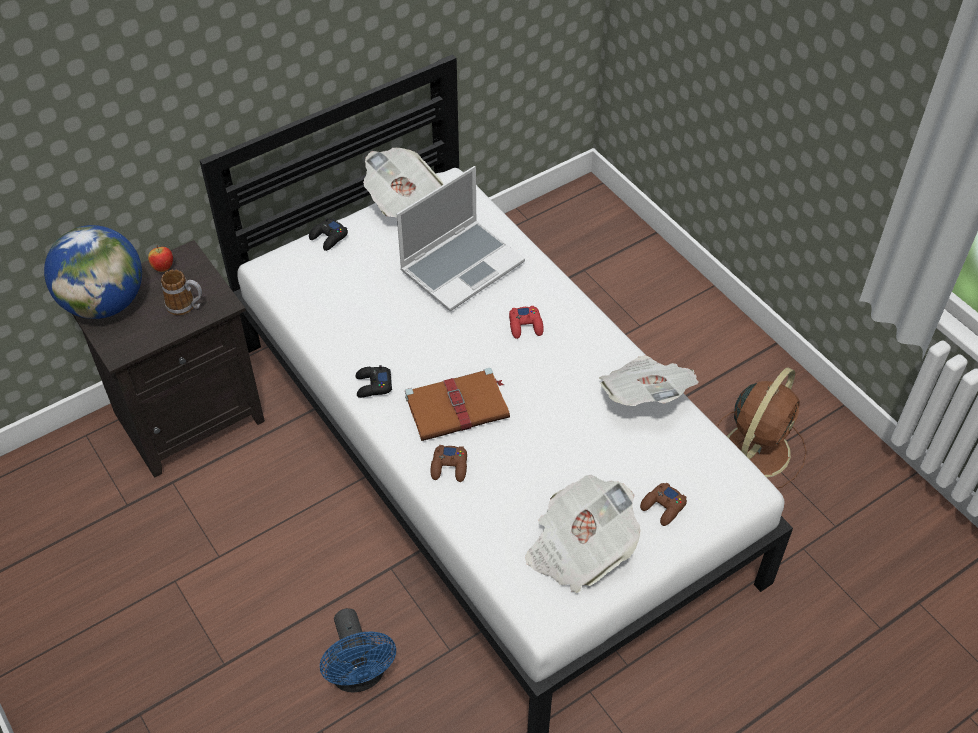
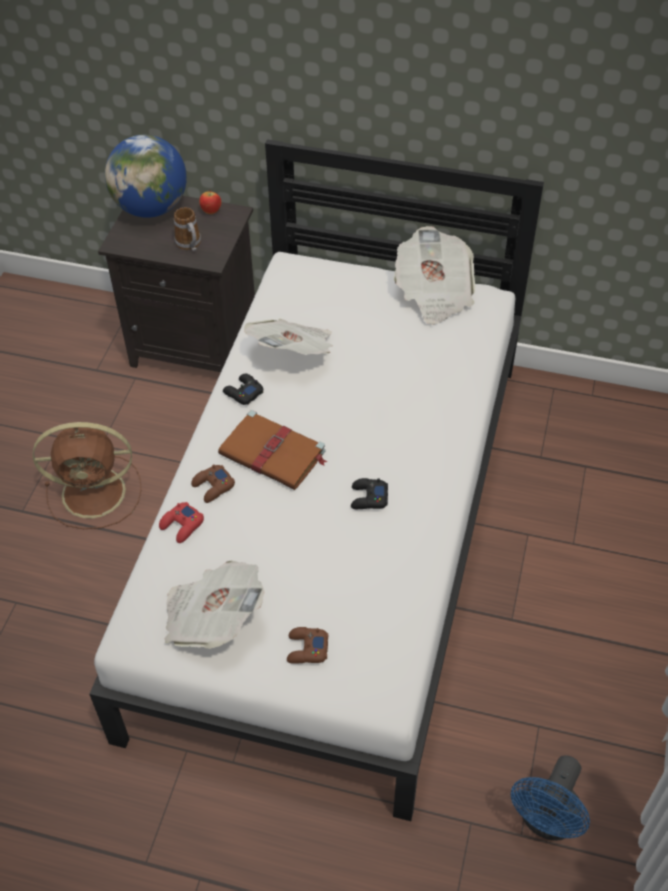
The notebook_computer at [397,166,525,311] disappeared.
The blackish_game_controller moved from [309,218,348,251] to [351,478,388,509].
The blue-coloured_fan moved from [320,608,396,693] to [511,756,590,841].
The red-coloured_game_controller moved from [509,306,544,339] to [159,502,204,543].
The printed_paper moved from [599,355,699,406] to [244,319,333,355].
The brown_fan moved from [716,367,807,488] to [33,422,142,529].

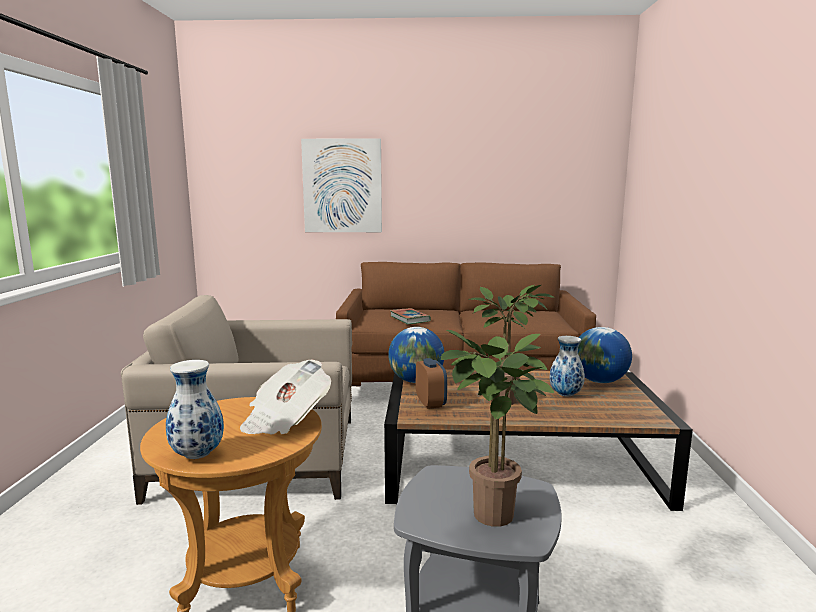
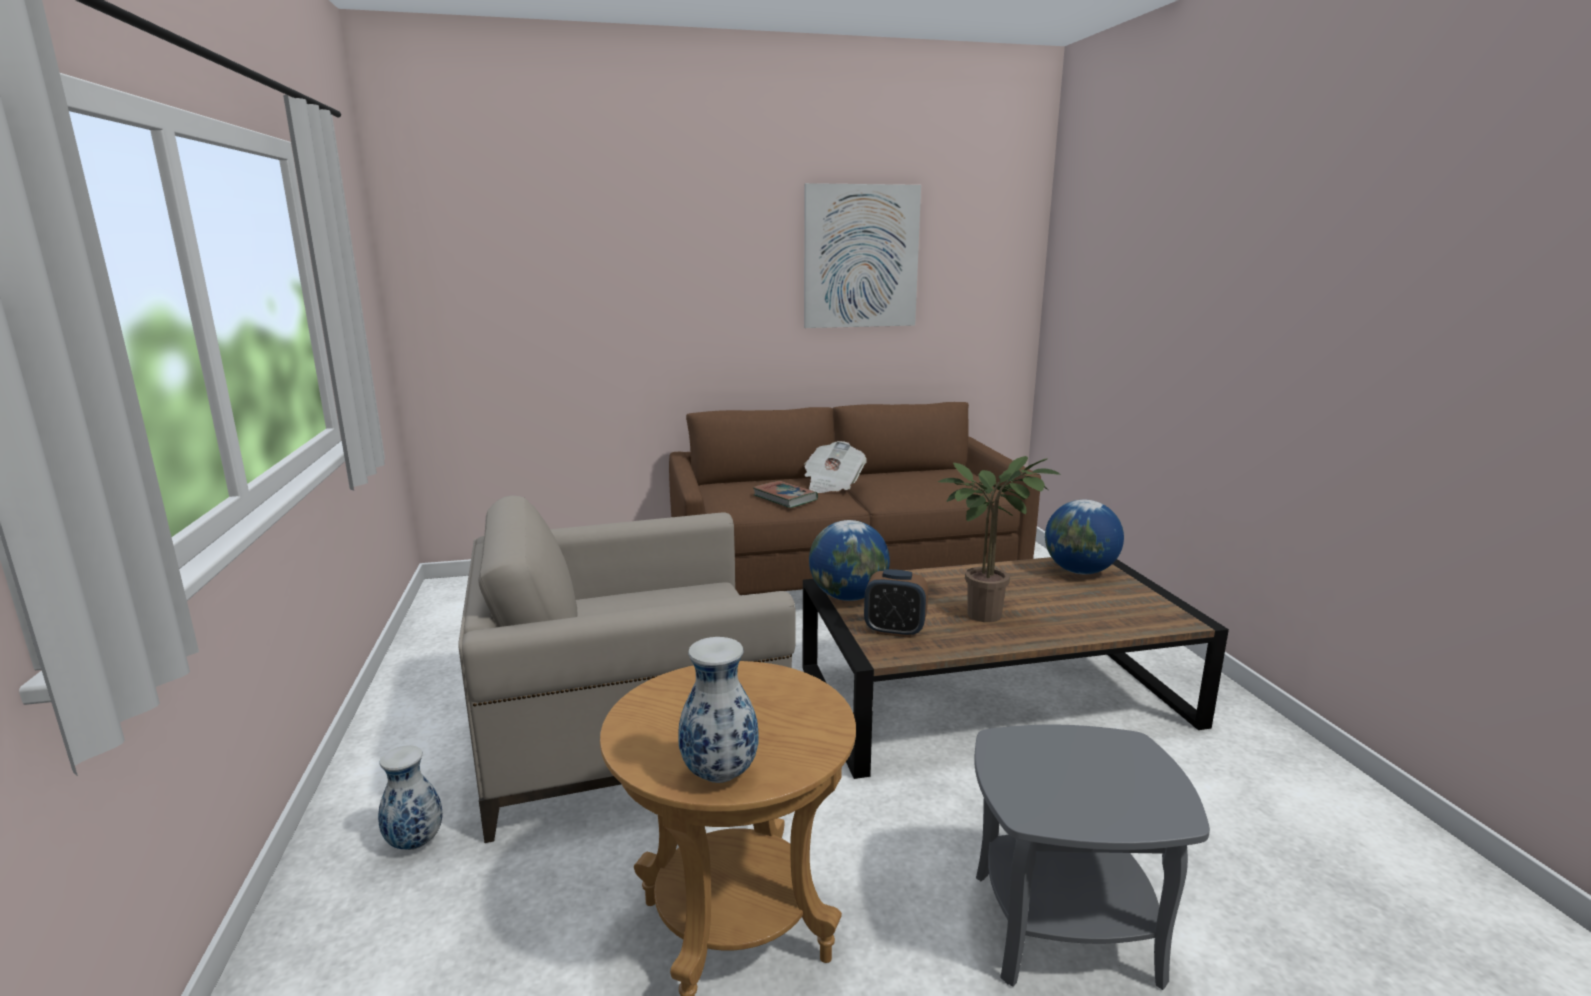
The potted_plant at [438,330,554,527] disappeared.
The printed_paper moved from [240,359,331,435] to [804,441,867,493].
The picture moved from [301,138,382,232] to [804,183,921,328].
The vase moved from [550,336,585,397] to [378,745,443,850].
The bedside_clock at [416,358,447,409] turned 135 degrees clockwise.

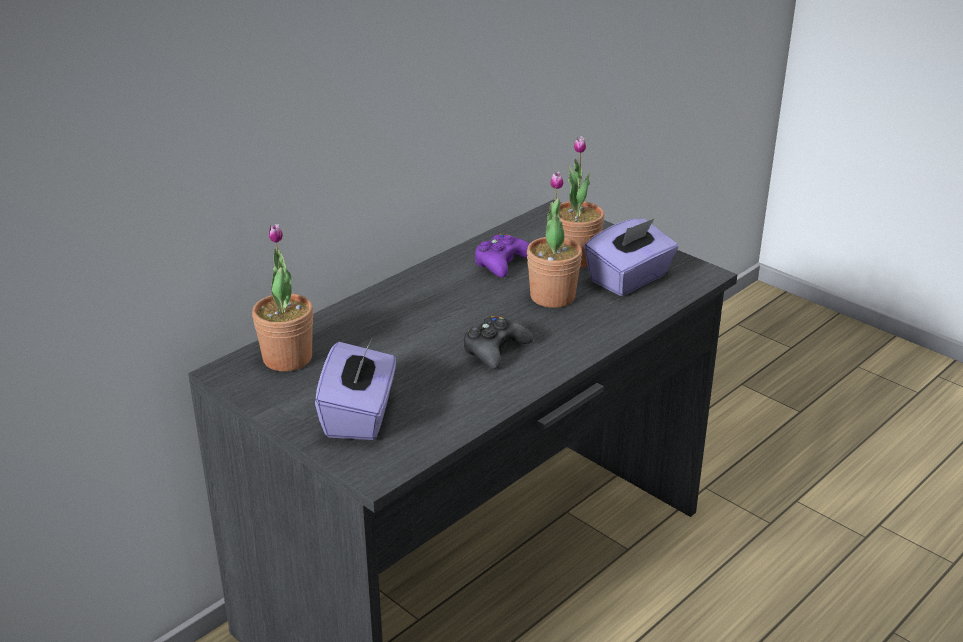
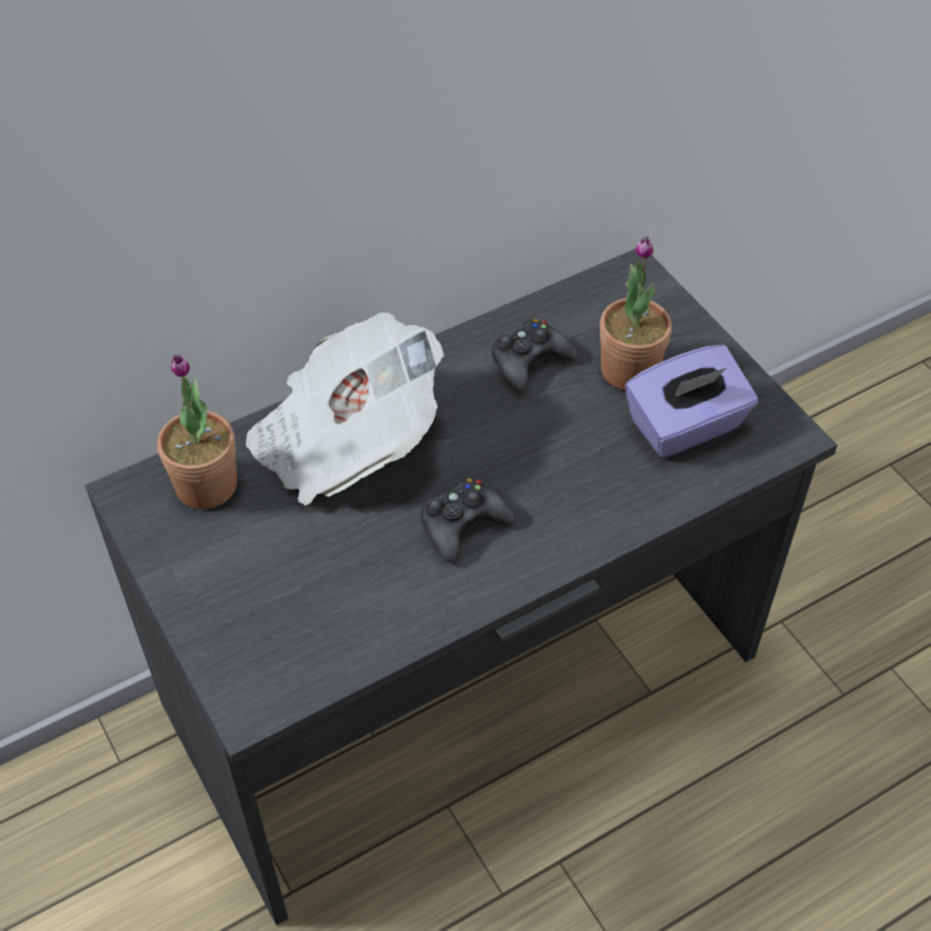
The purple_box_of_tissues at [315,339,396,440] disappeared.
The potted_plant at [527,171,582,308] disappeared.
The printed_paper at [246,312,444,506] appeared.
The purple_game_controller at [475,233,530,278] became the blackish_game_controller at [492,319,578,392].

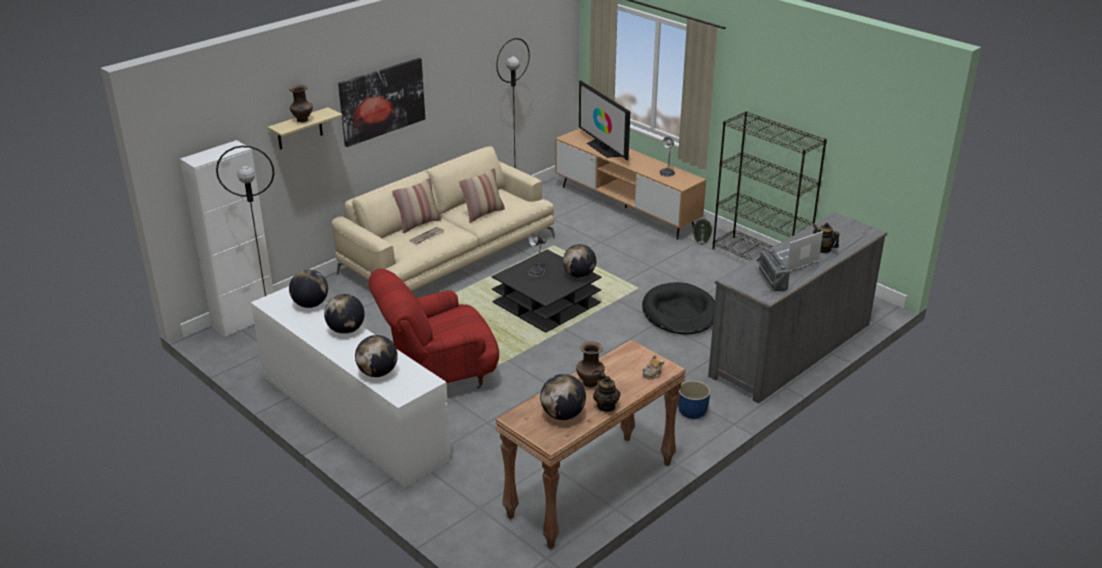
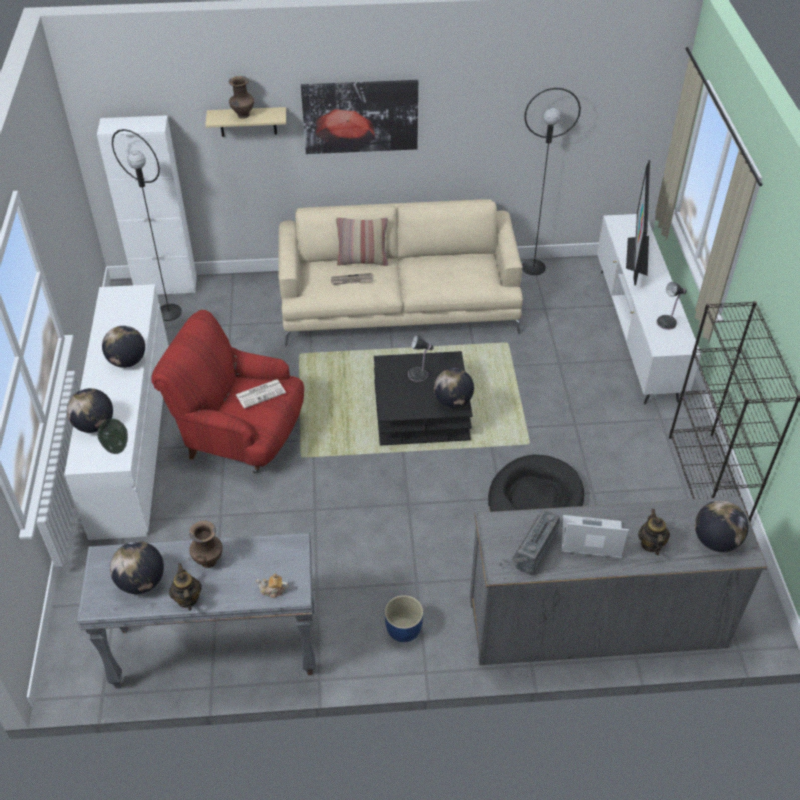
The pillow at [459,168,505,223] disappeared.
The printed_paper at [235,379,286,409] appeared.
The globe moved from [289,269,328,308] to [695,500,748,552].
The vase moved from [693,219,713,245] to [98,419,128,454].
The brown_console_table at [495,340,686,549] became the grey_console_table at [77,533,316,689].
The brown_media_console at [555,128,706,240] became the white_media_console at [597,214,701,404].
The pot_for_tea at [593,373,620,412] turned 135 degrees clockwise.

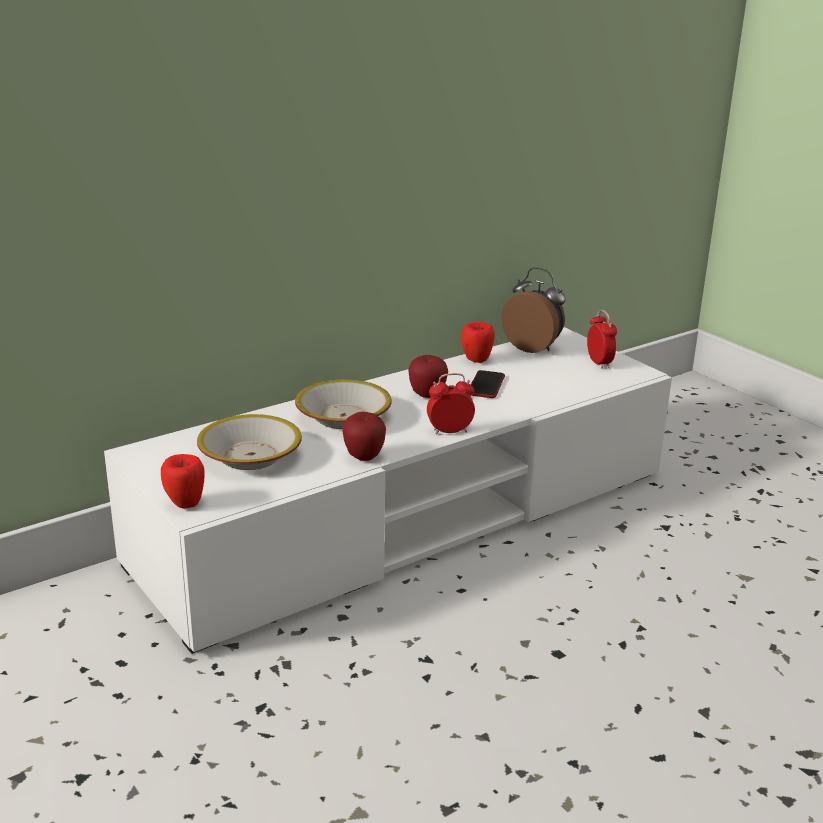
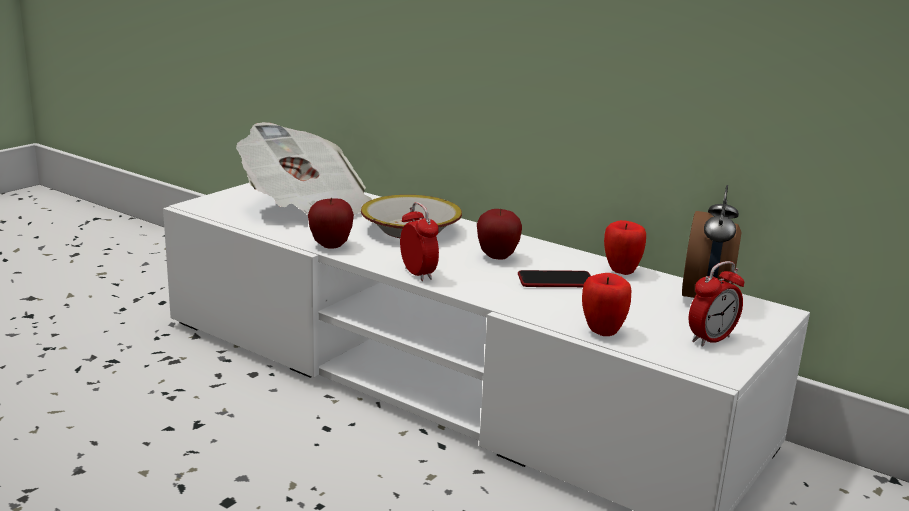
The apple_fruit moved from [161,454,205,509] to [582,273,631,336].
The deep_dish at [197,414,302,470] was replaced by the printed_paper at [236,122,372,215].

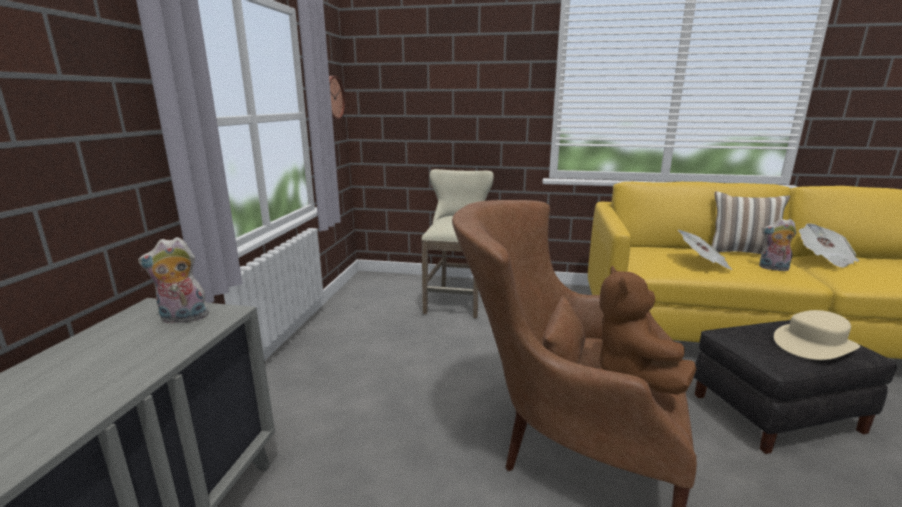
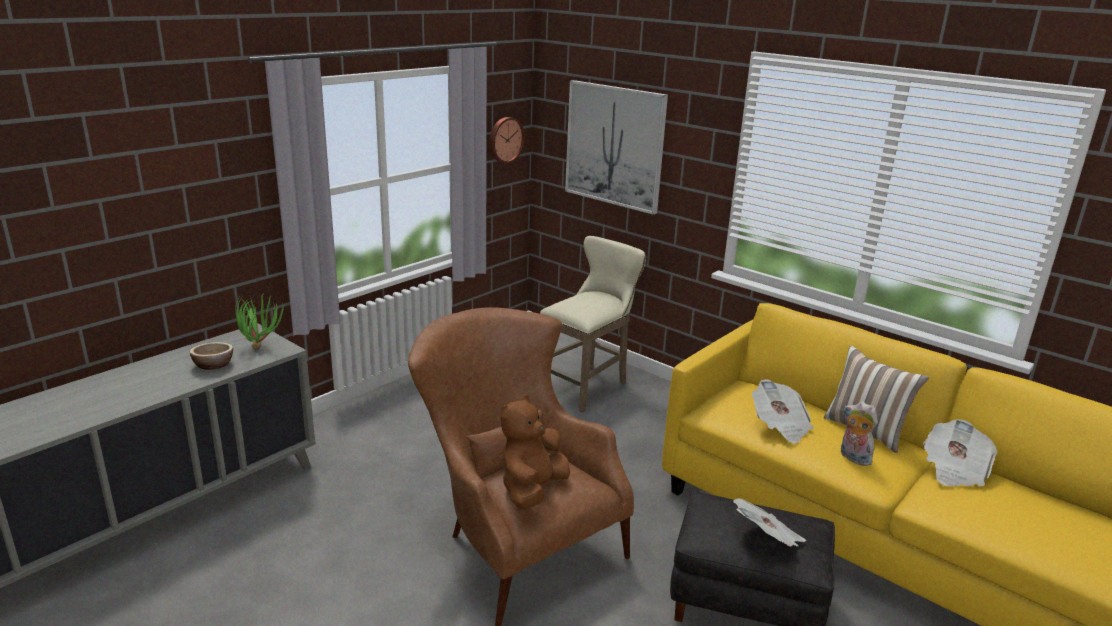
The deep_dish at [190,342,233,370] appeared.
The picture at [565,80,668,215] appeared.
The plush_toy at [138,237,211,324] was replaced by the potted_plant at [235,295,284,350].
The sand-coloured_hat at [774,310,860,360] was replaced by the printed_paper at [734,498,806,547].

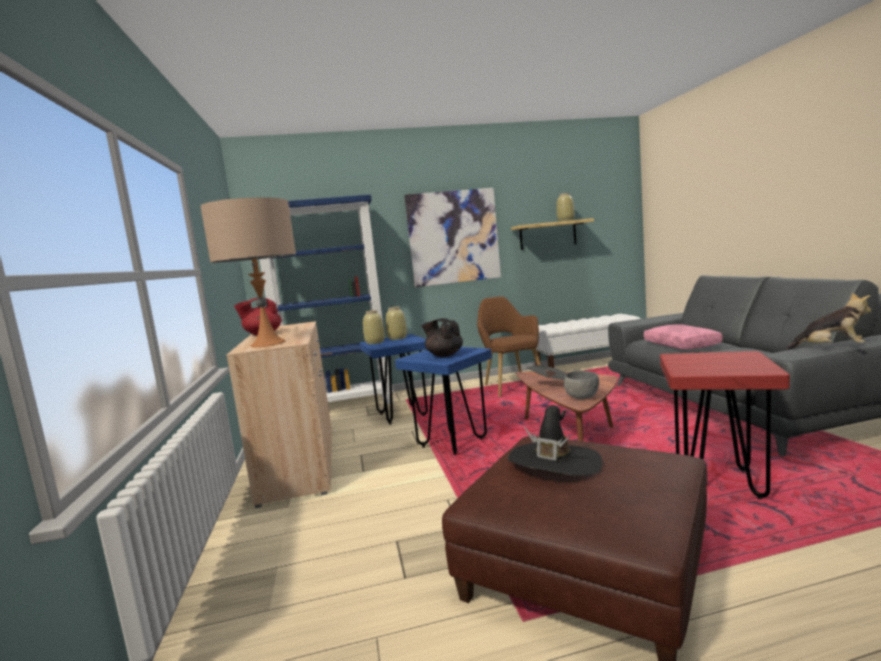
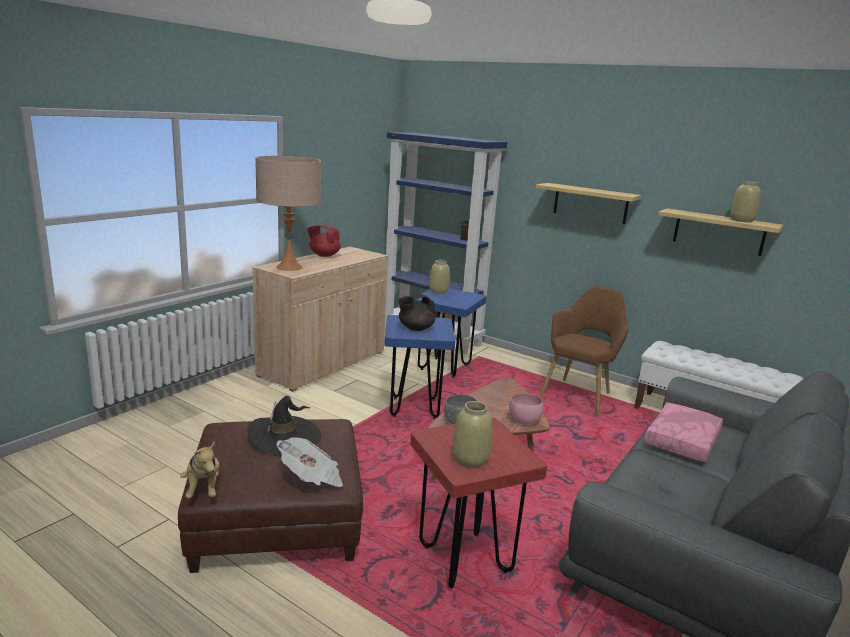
The pink-coloured_deep_dish at [509,393,544,424] appeared.
The sand-coloured_vase moved from [386,306,407,340] to [452,401,493,468].
The printed_paper moved from [526,365,567,380] to [277,437,343,487].
The plush_toy moved from [786,293,872,350] to [180,442,219,498].
The picture at [404,188,501,287] was replaced by the wall_shelf at [536,183,642,224].
The blackish_pot_for_tea at [422,318,463,357] turned 120 degrees counterclockwise.

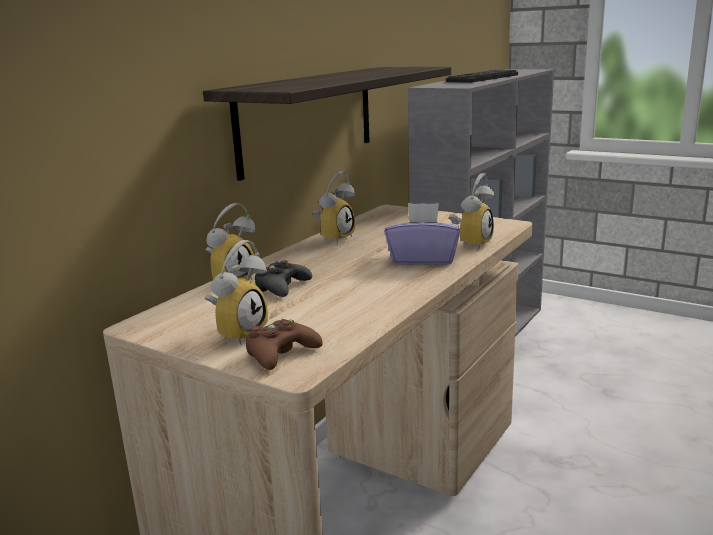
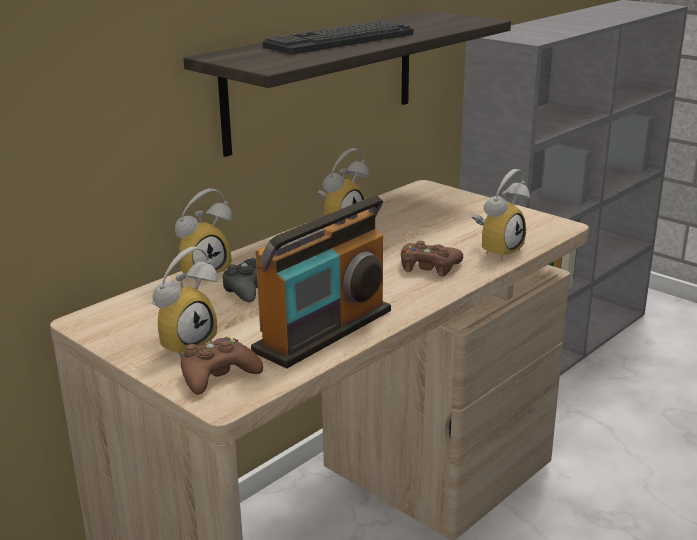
The radio_set at [251,195,391,369] appeared.
The PC_keyboard moved from [446,70,518,83] to [263,21,413,54].
The purple_box_of_tissues at [385,203,460,265] was replaced by the brown_game_controller at [401,241,463,276].

